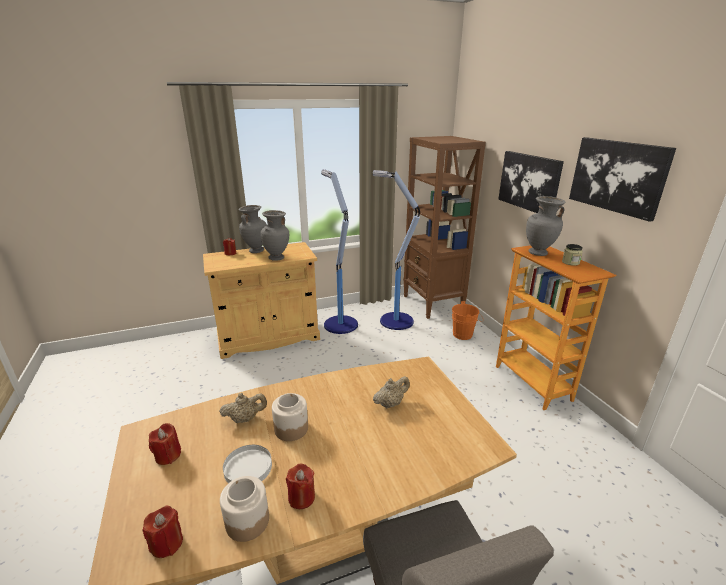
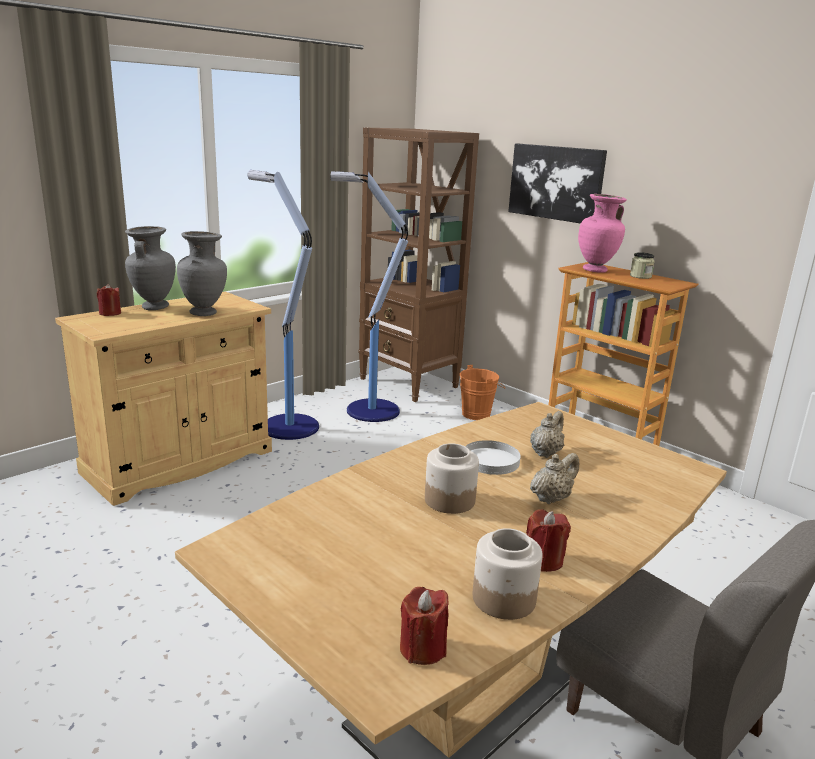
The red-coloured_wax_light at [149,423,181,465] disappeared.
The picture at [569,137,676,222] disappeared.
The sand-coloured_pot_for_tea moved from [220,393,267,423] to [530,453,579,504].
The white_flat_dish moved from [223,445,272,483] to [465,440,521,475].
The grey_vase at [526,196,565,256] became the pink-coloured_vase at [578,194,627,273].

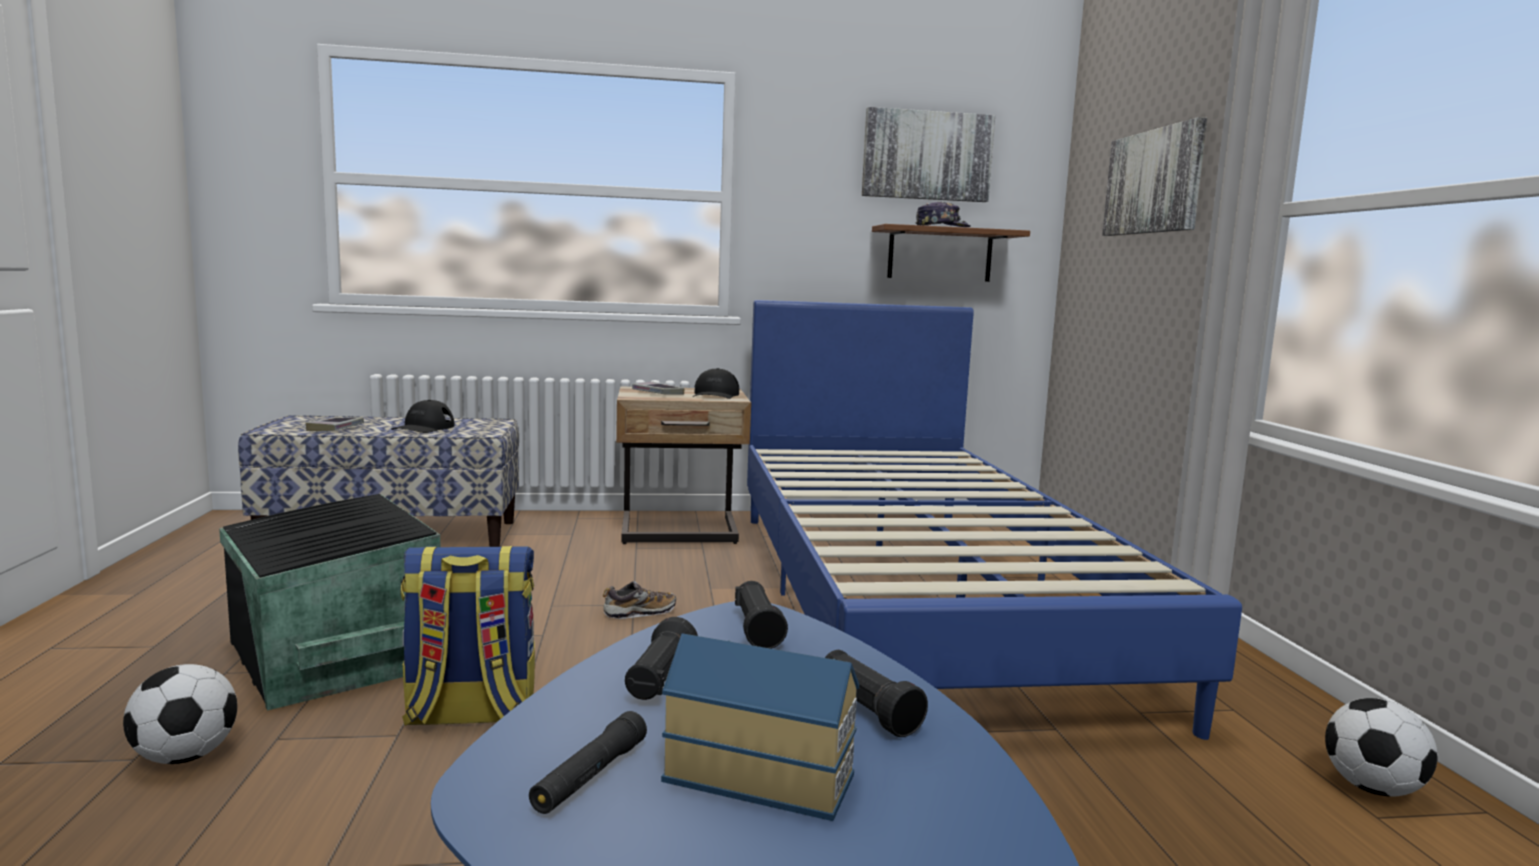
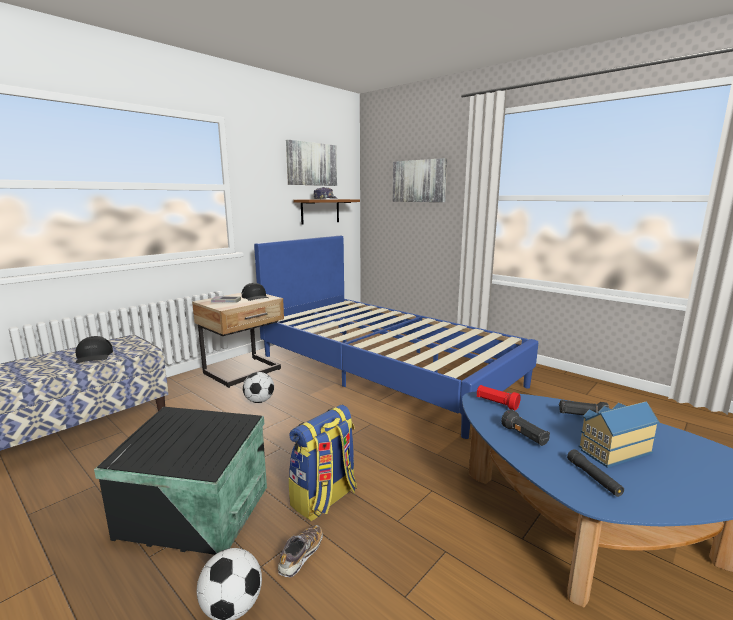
The book at [306,417,364,431] disappeared.
The low_shoe moved from [603,581,676,619] to [278,525,323,577].
The football moved from [1325,698,1438,796] to [243,372,274,403].
The blackish_flashlight at [735,581,788,649] became the red-coloured_flashlight at [477,385,521,410].

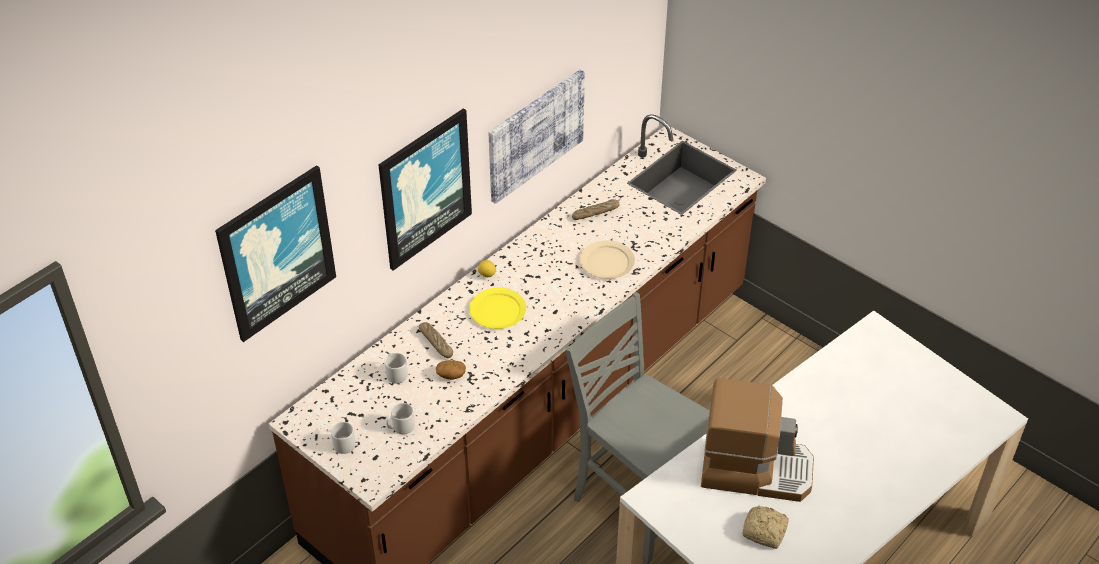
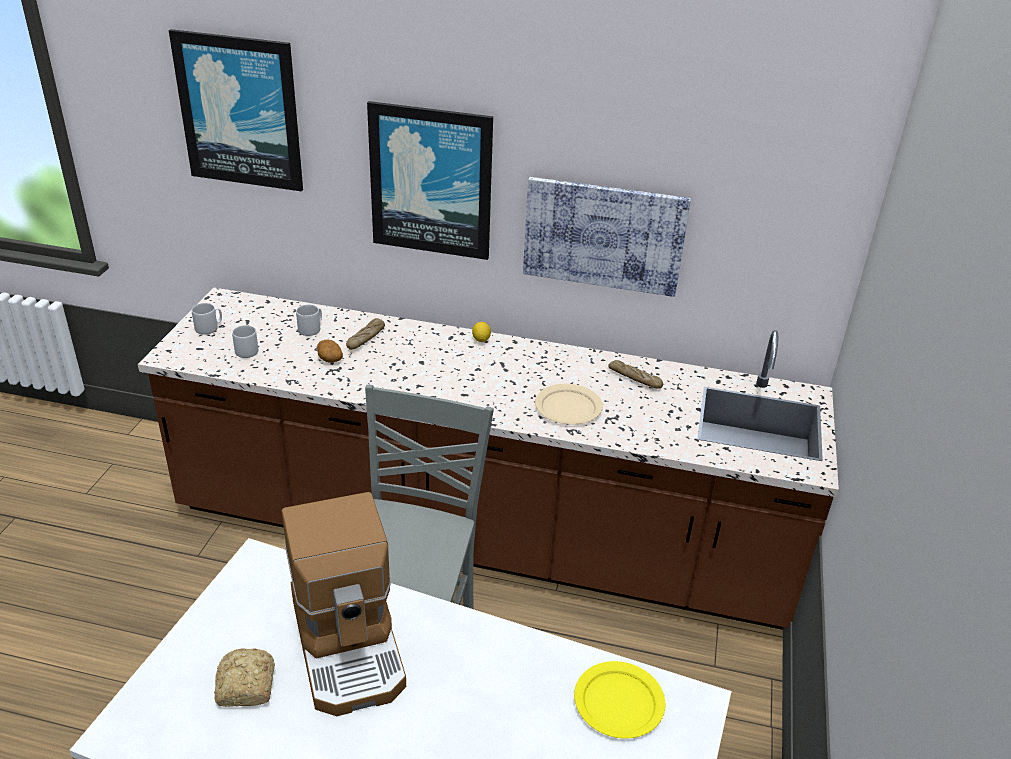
The yellow_flat_dish moved from [469,288,526,329] to [574,661,665,739].

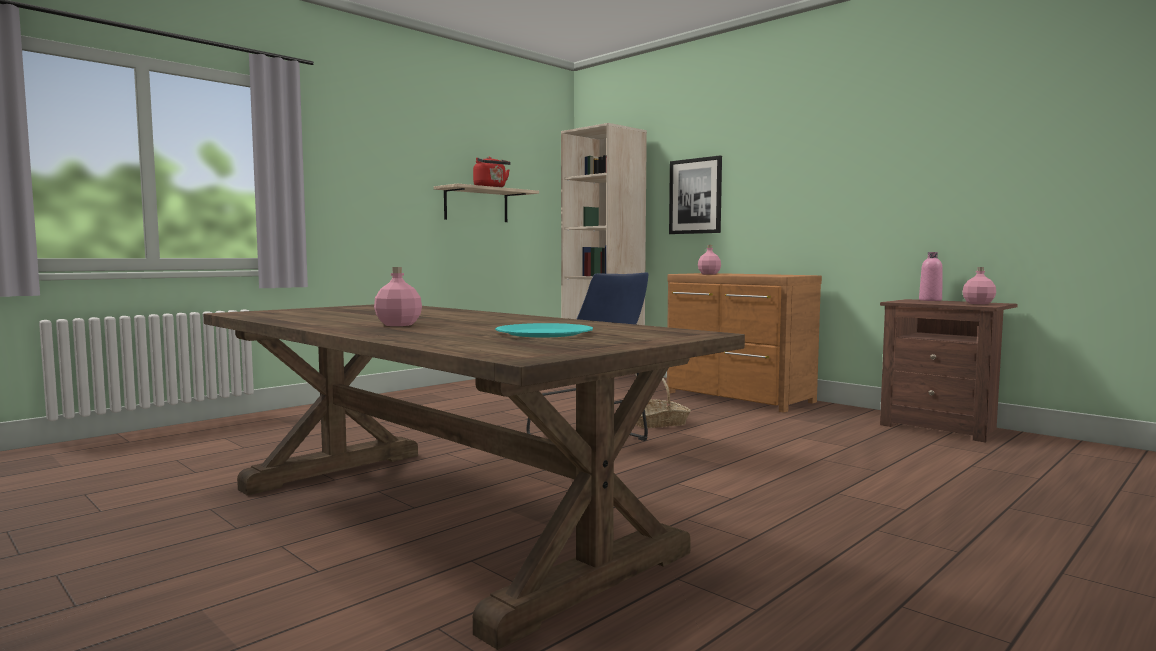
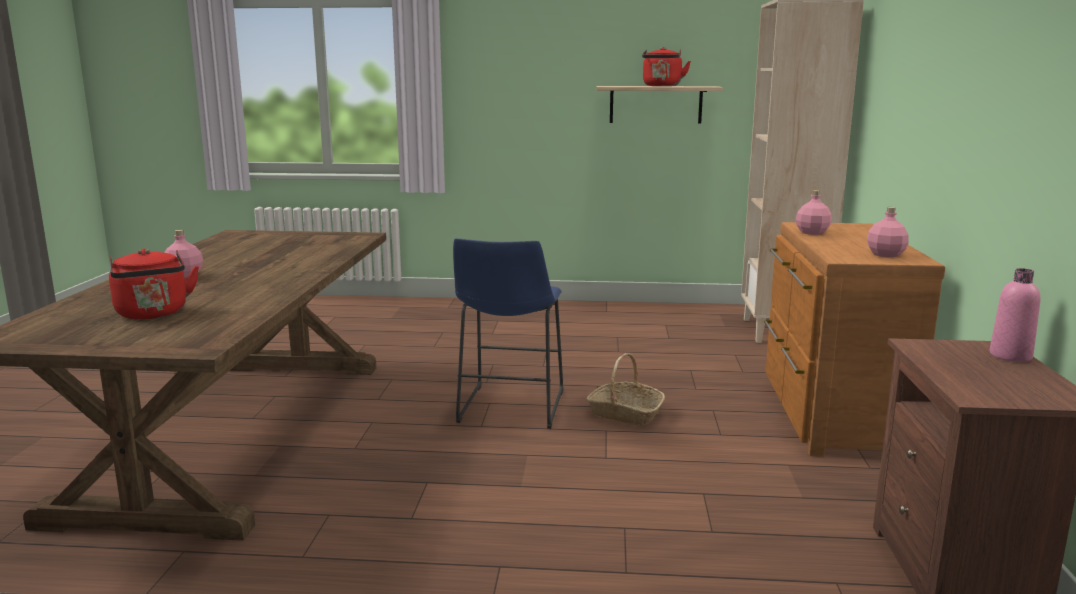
The picture at [669,156,722,234] disappeared.
The pink-coloured_beverage_bottle moved from [962,267,996,304] to [867,207,909,257].
The turquoise_flat_dish at [495,323,593,337] was replaced by the red-coloured_kettle at [109,249,199,319].

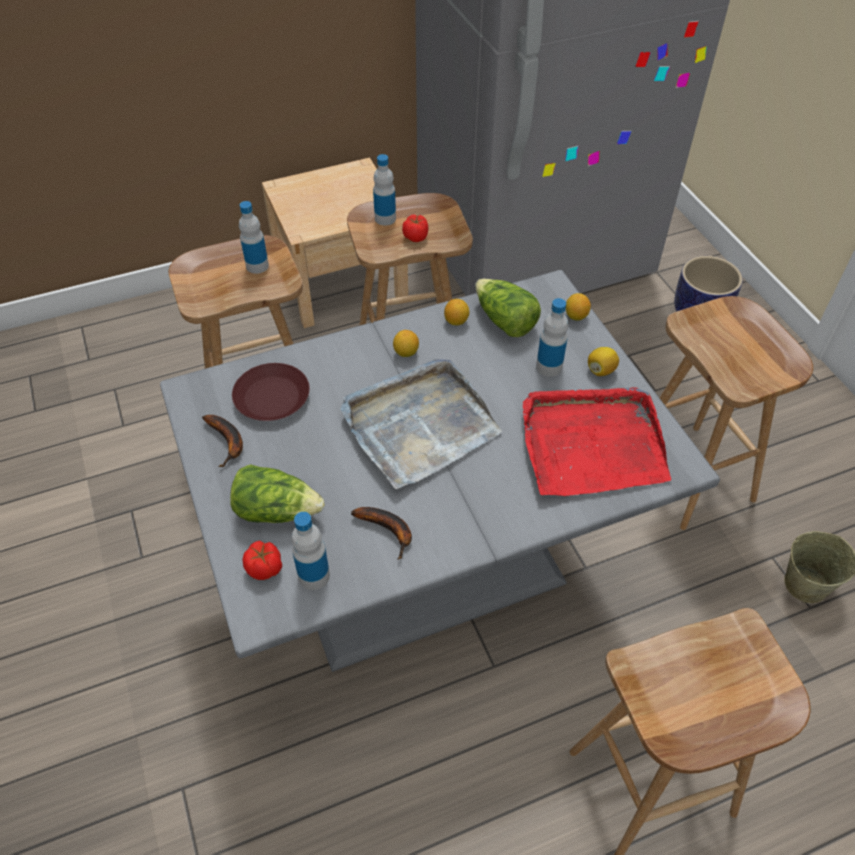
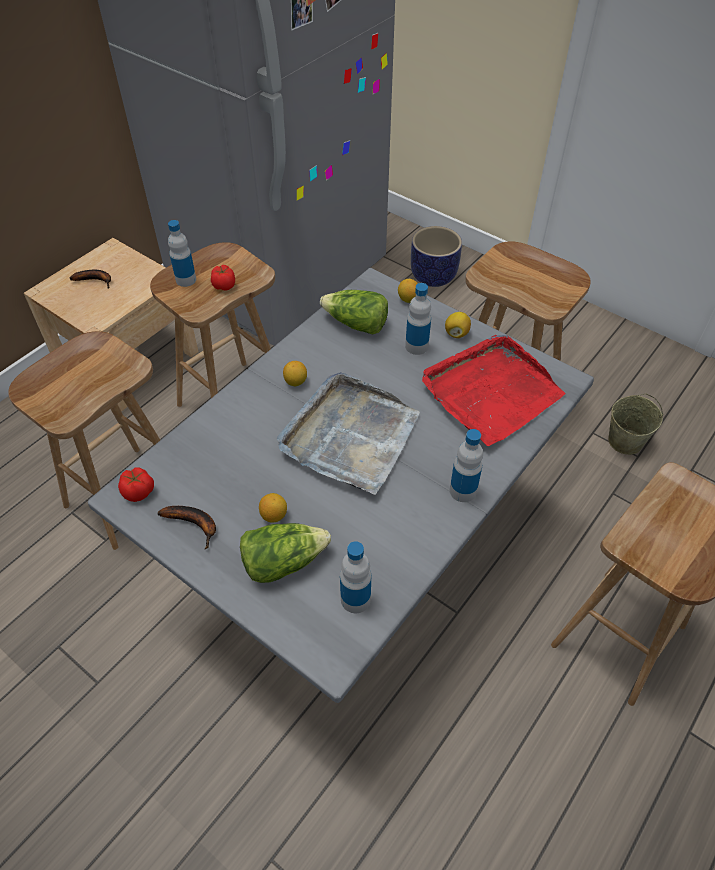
The brown_flat_dish at [232,363,310,421] disappeared.
The beverage_bottle moved from [239,201,269,274] to [450,429,483,502].
The fresh_tomato moved from [242,541,282,580] to [118,467,154,502].
The whole_banana moved from [351,507,412,560] to [70,269,111,288].
The lemon moved from [444,299,469,325] to [259,493,287,523].

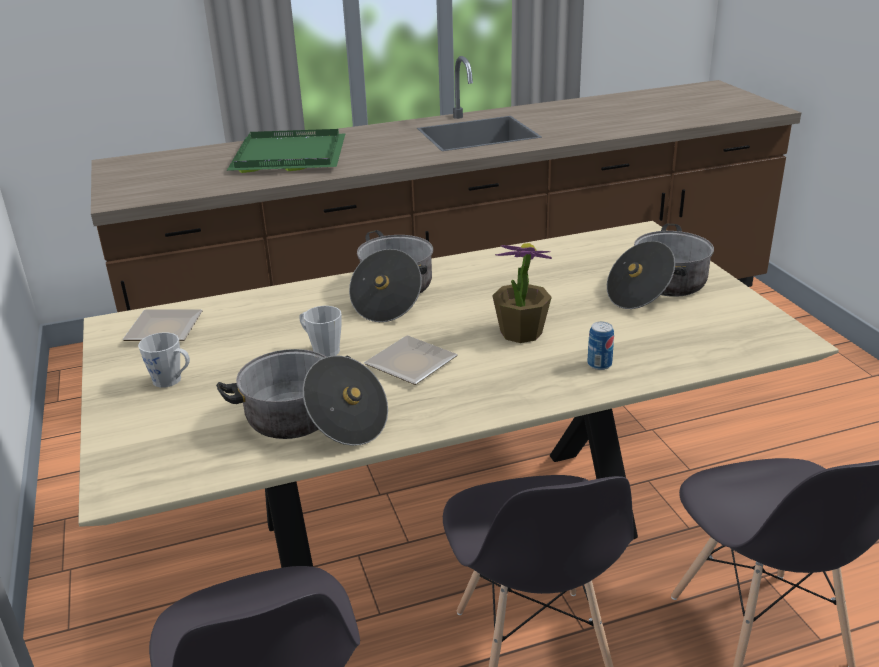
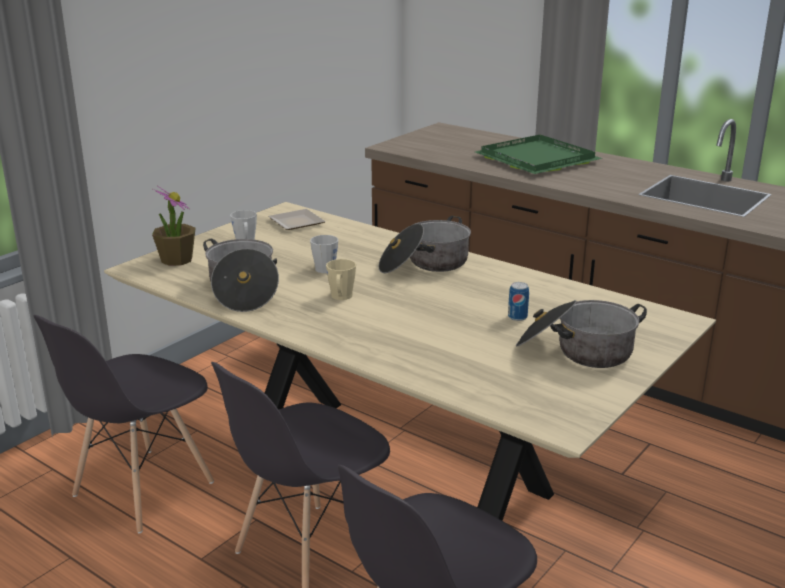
The potted_plant moved from [492,243,552,343] to [152,185,196,266].
The sealed_can moved from [587,321,614,370] to [508,282,529,321].
The flat_dish at [364,335,458,385] was replaced by the sand-coloured_coffee_mug at [326,259,356,300].

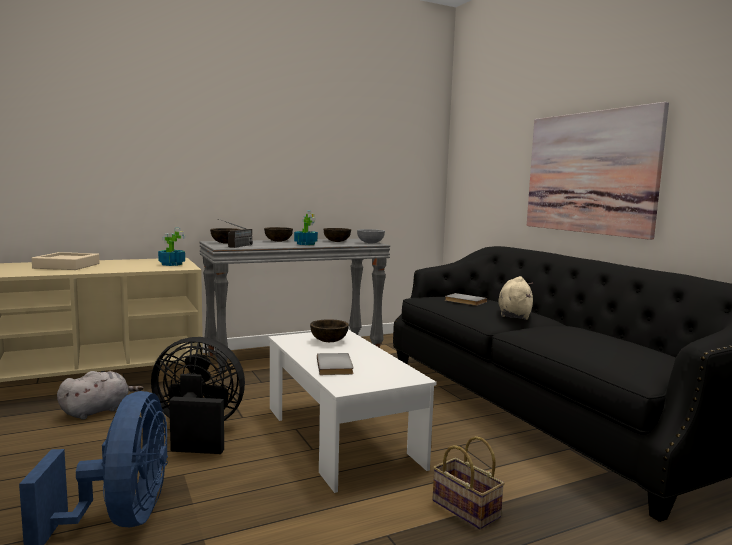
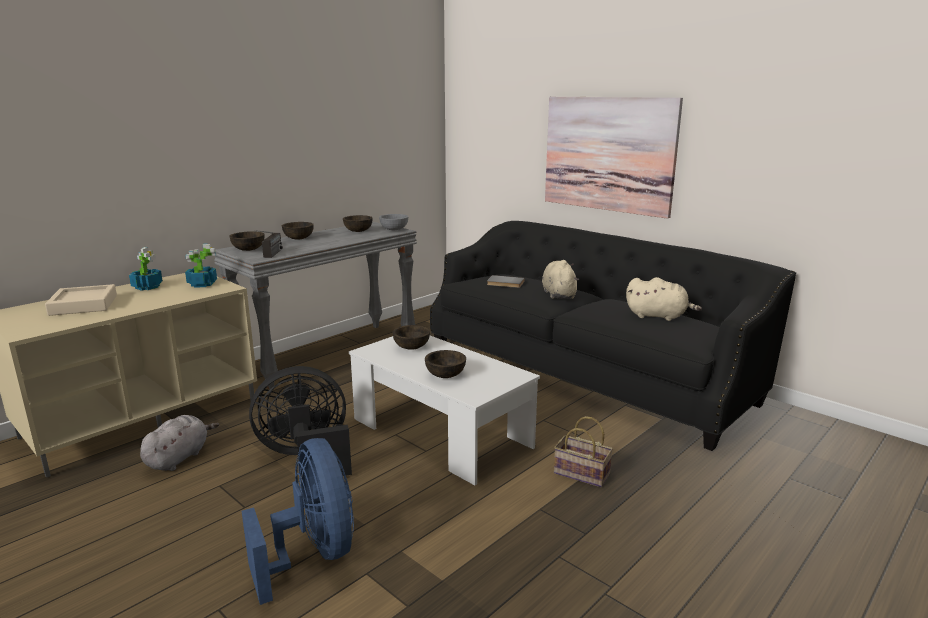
The sand-coloured_plush_toy at [626,277,702,321] appeared.
The potted_plant moved from [294,211,318,245] to [129,247,163,291].
The grey_book at [317,353,354,375] was replaced by the brown_deep_dish at [425,350,466,378].

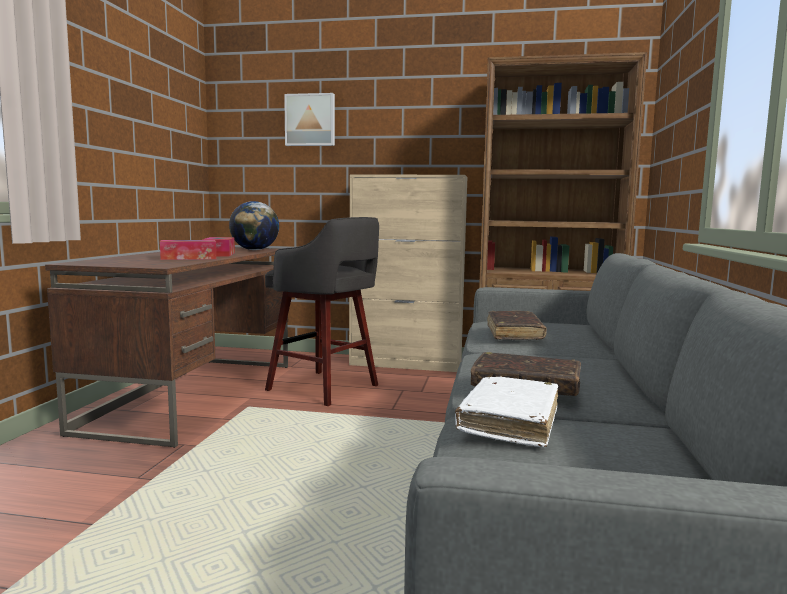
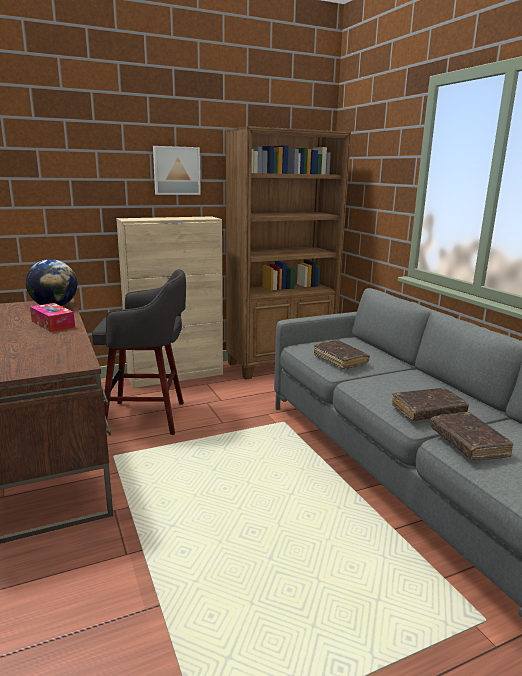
The box_of_tissues at [160,240,216,260] disappeared.
The picture moved from [284,93,335,146] to [153,146,201,195].
The white_book at [455,377,558,447] became the brown_book at [430,412,513,460].

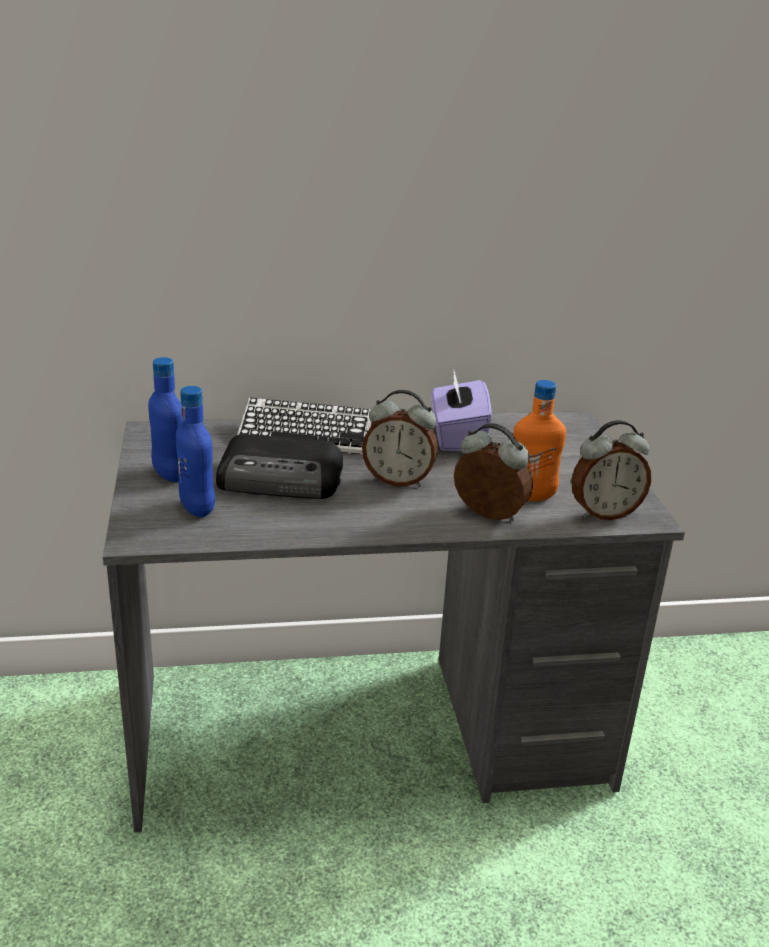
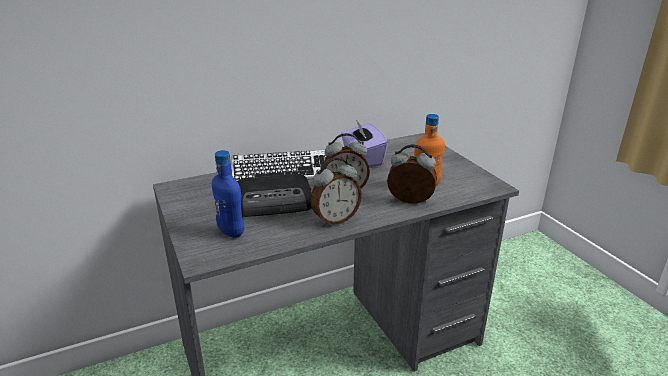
The blue-coloured_beverage_bottle at [148,357,182,482] disappeared.
The bedside_clock moved from [571,420,651,520] to [311,157,362,226].

